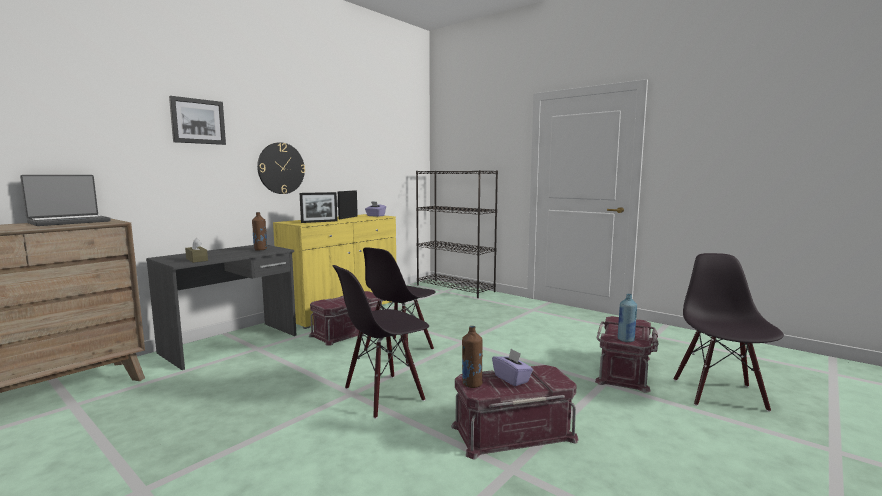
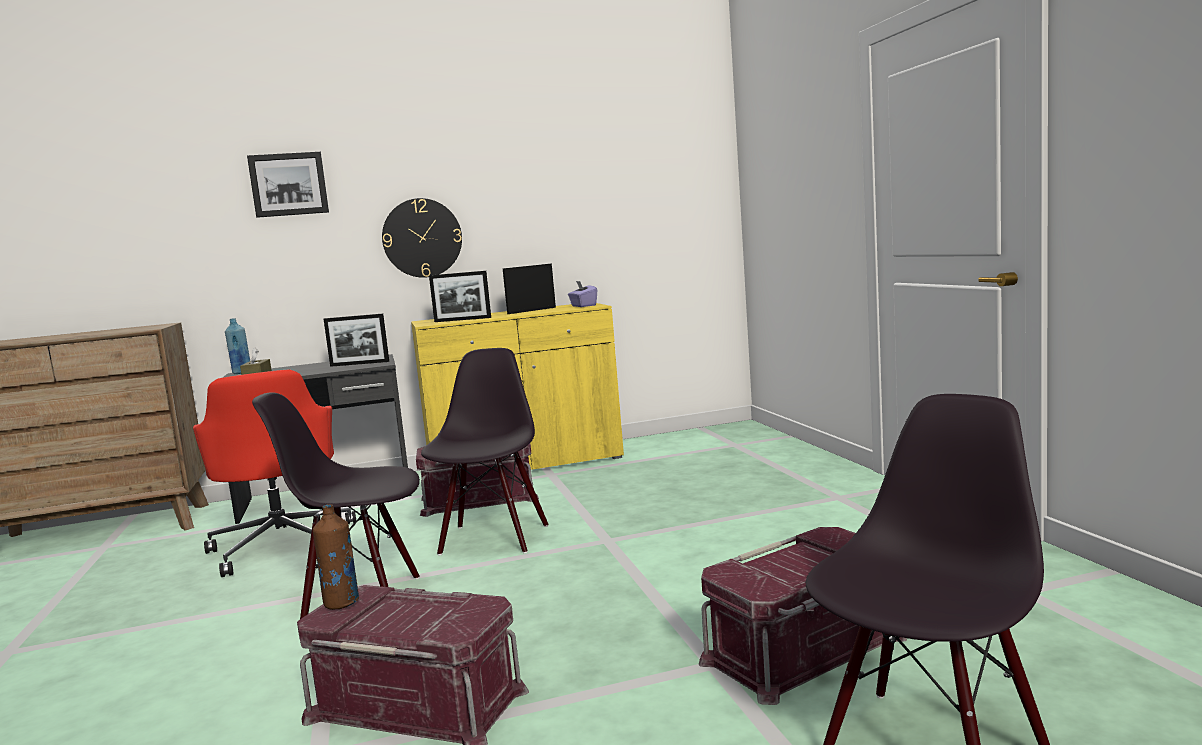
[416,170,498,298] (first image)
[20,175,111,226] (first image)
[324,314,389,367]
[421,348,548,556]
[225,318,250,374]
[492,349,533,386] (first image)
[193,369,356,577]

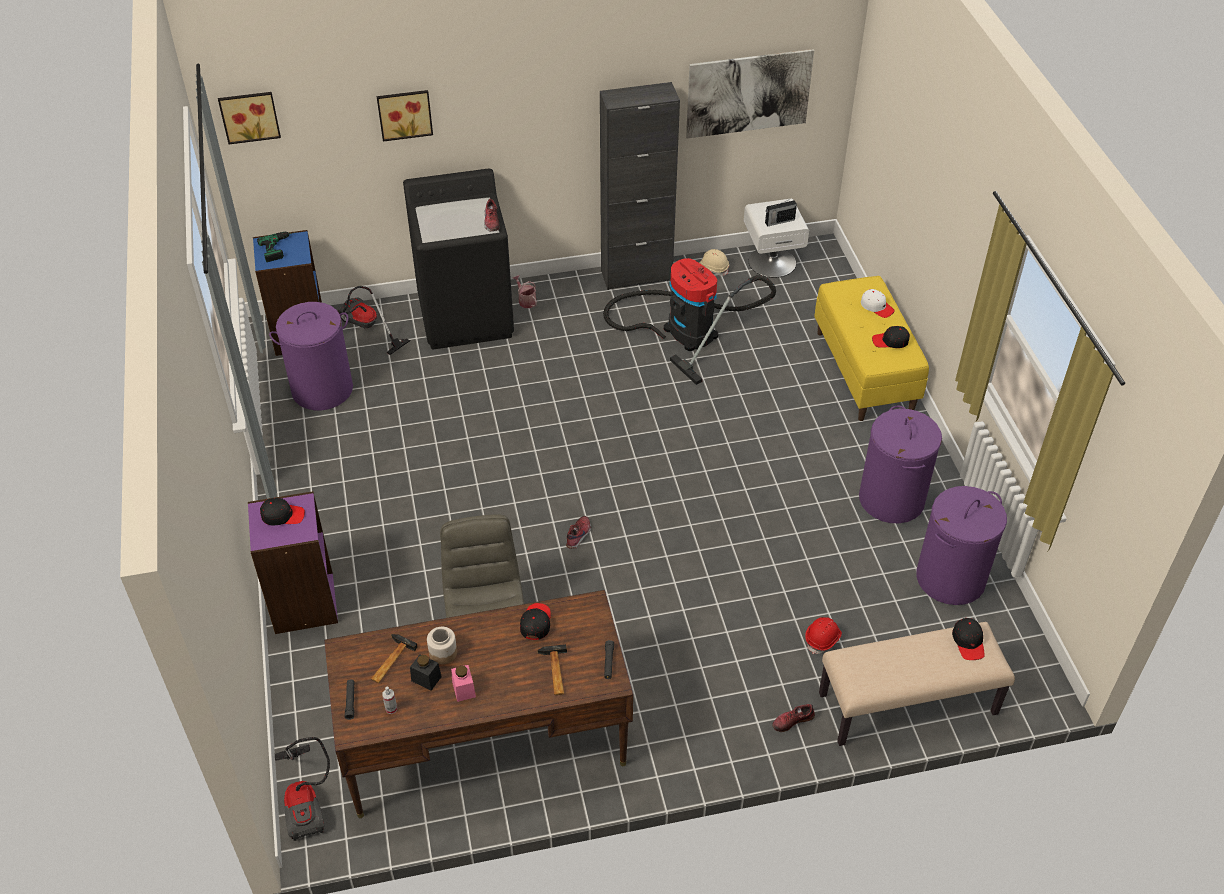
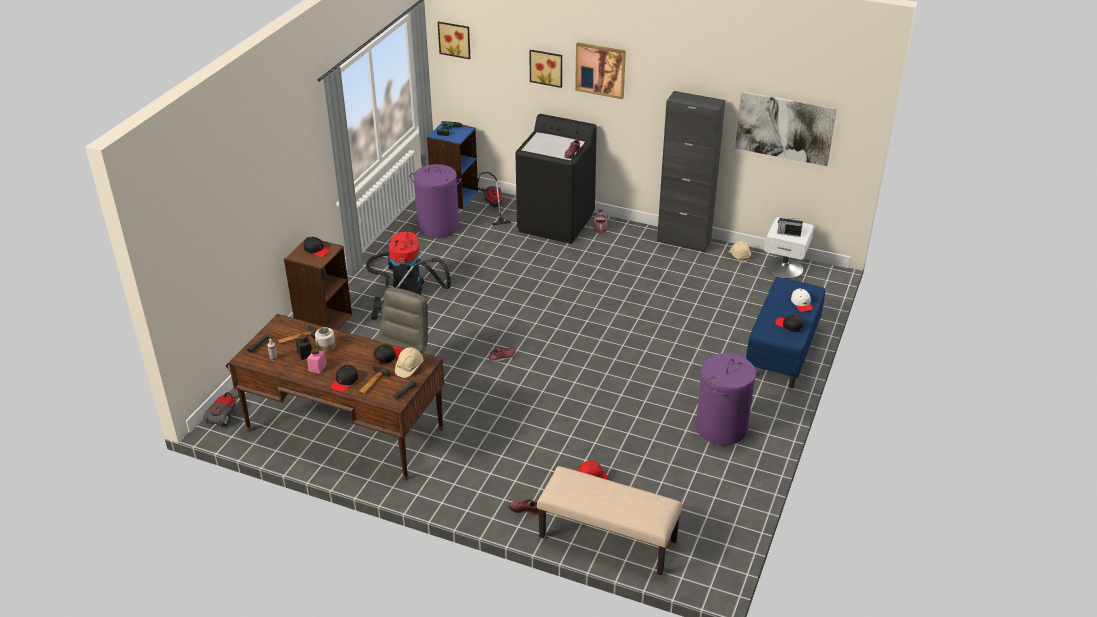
[366,232,451,319]
[746,277,825,388]
[916,486,1007,605] (first image)
[284,237,352,330]
[331,365,358,392]
[575,42,626,99]
[395,347,423,378]

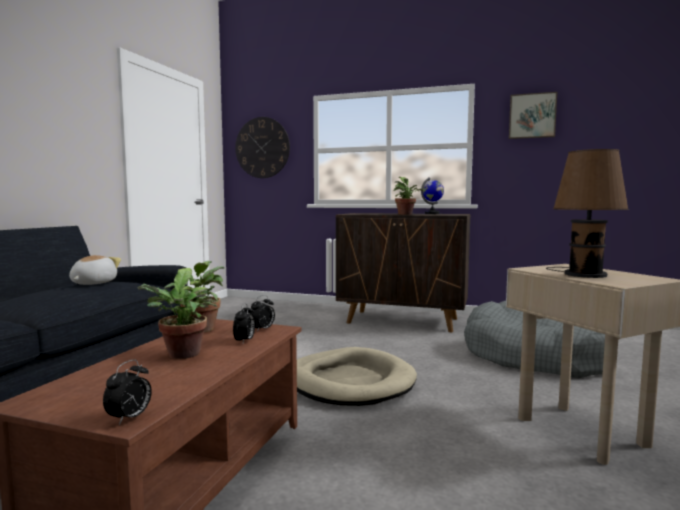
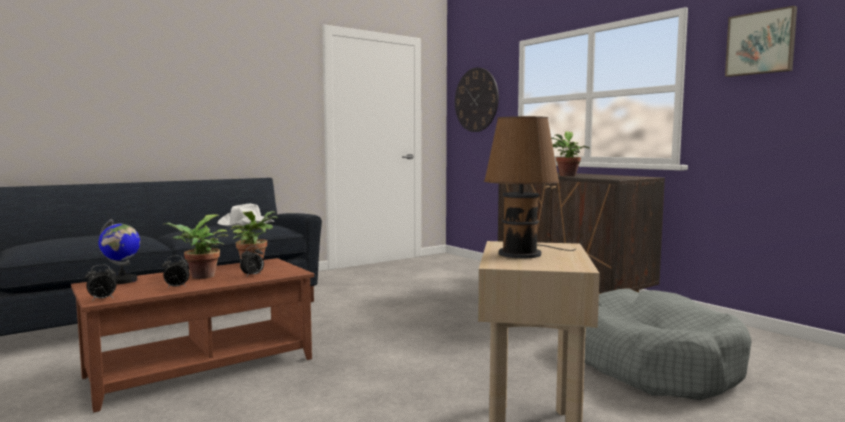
[98,219,140,284]
[217,203,274,226]
[162,255,190,289]
[297,347,417,406] (first image)

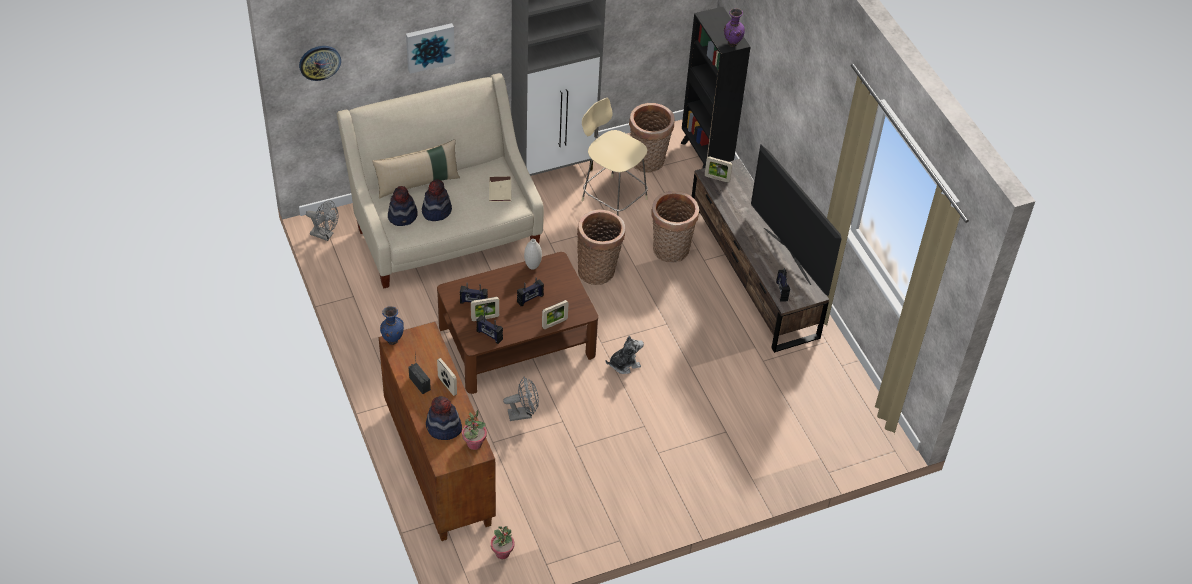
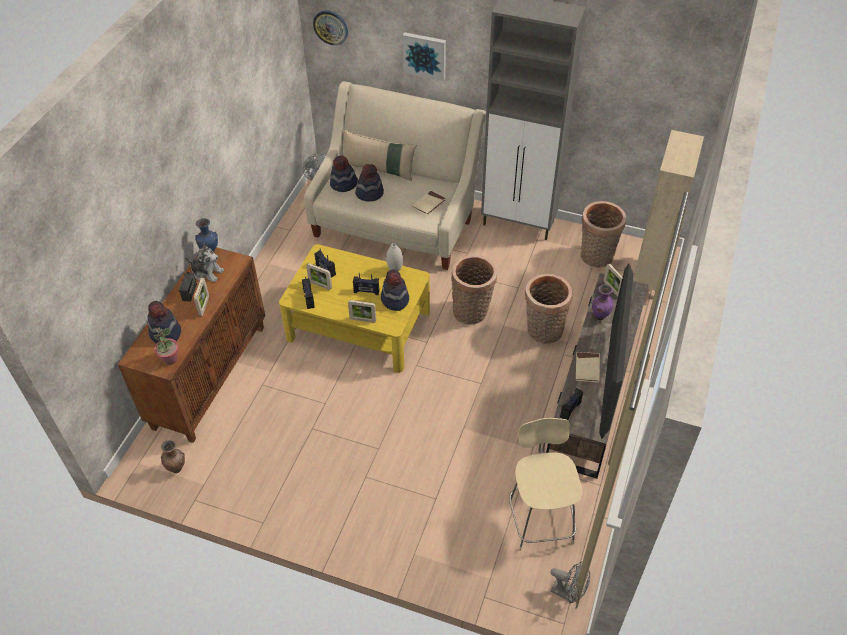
[633,130,704,290]
[592,285,613,320]
[509,418,582,551]
[279,244,430,373]
[185,243,224,282]
[550,561,590,603]
[161,440,185,473]
[381,269,409,311]
[576,352,600,383]

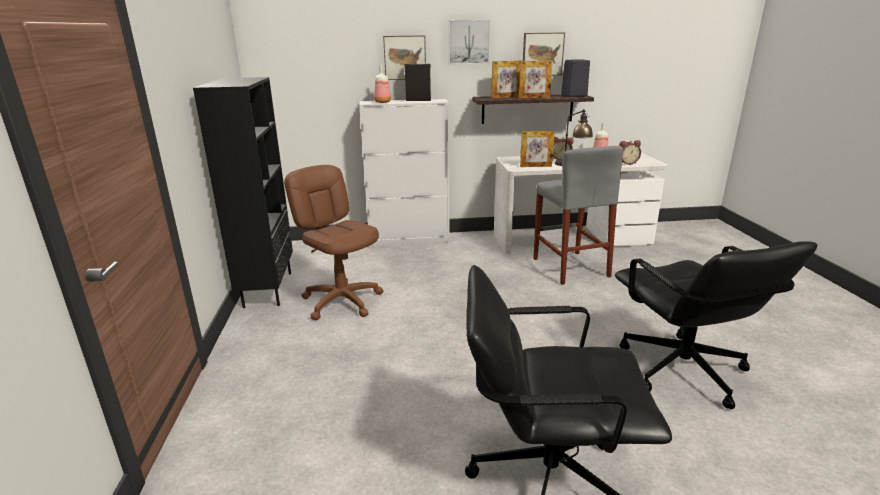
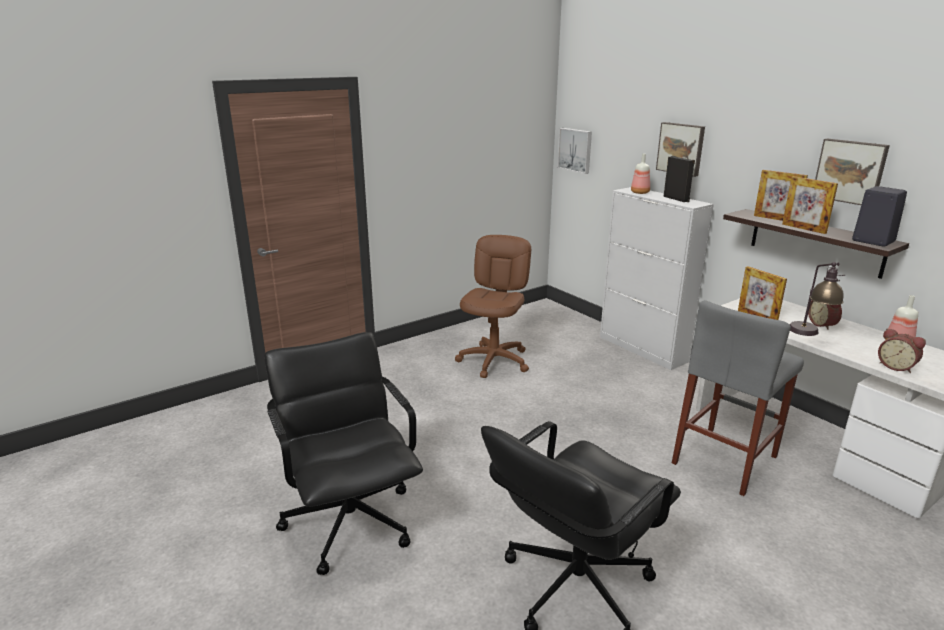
[557,128,592,174]
[193,77,293,308] (first image)

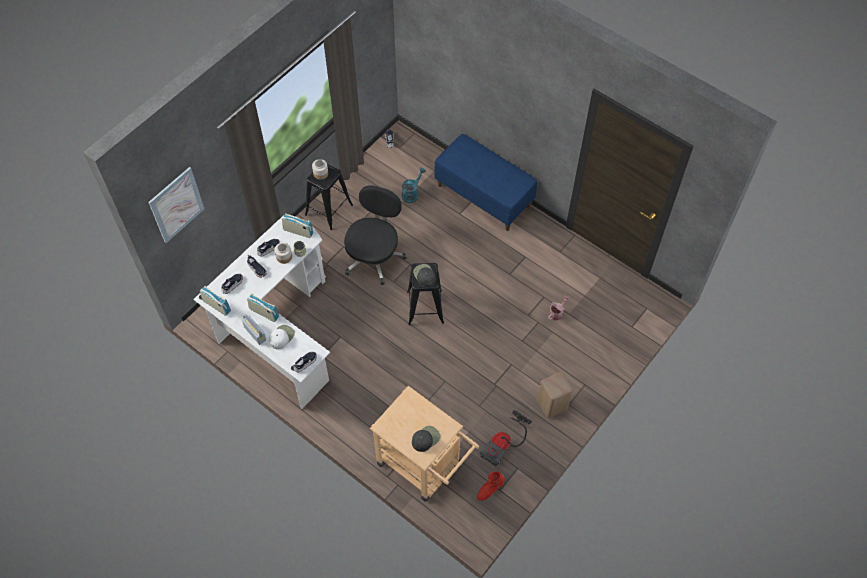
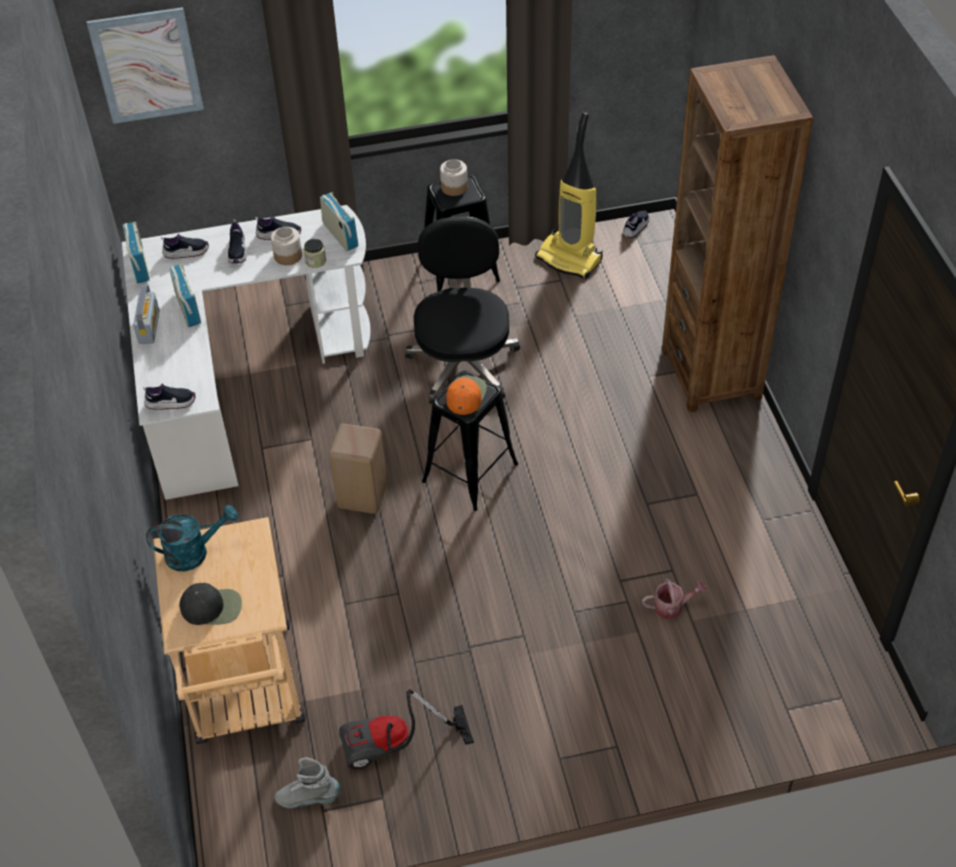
[662,55,813,413]
[146,505,238,571]
[405,217,520,404]
[446,376,487,415]
[269,325,295,349] (first image)
[329,424,387,514]
[274,758,340,808]
[535,112,603,279]

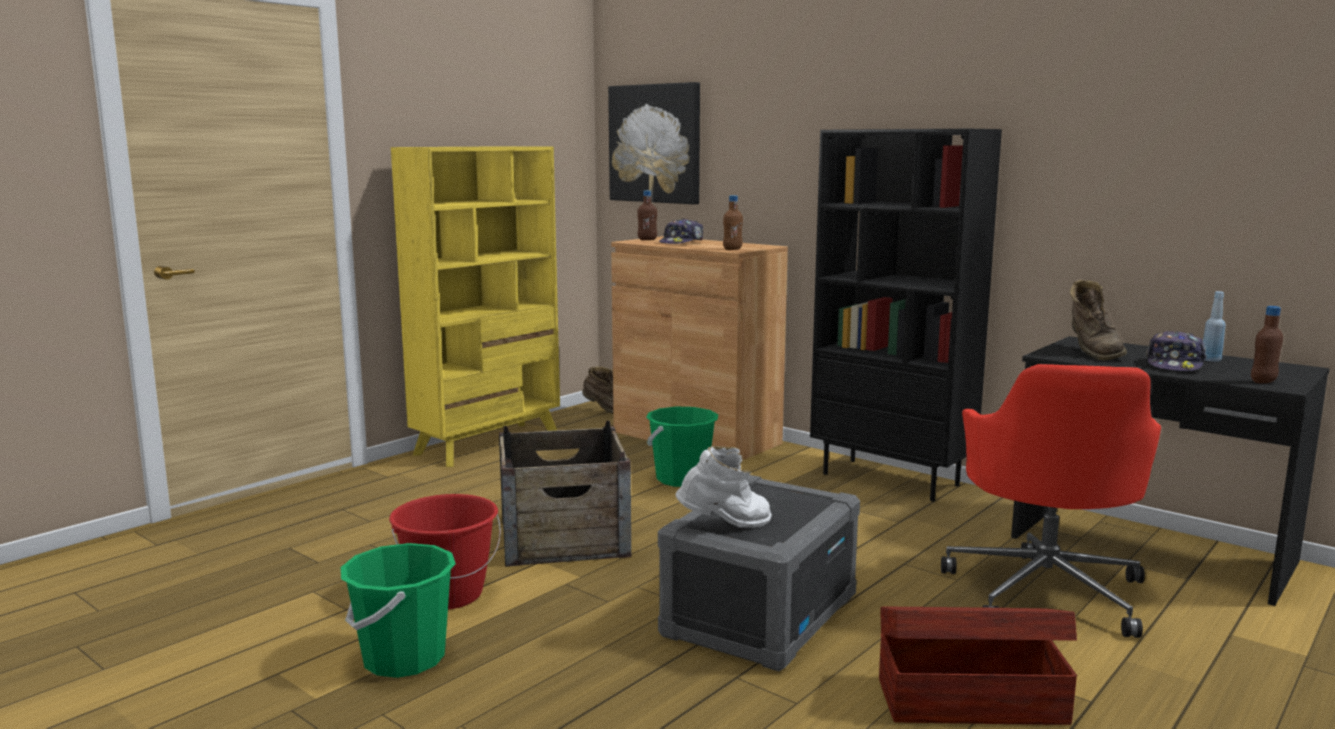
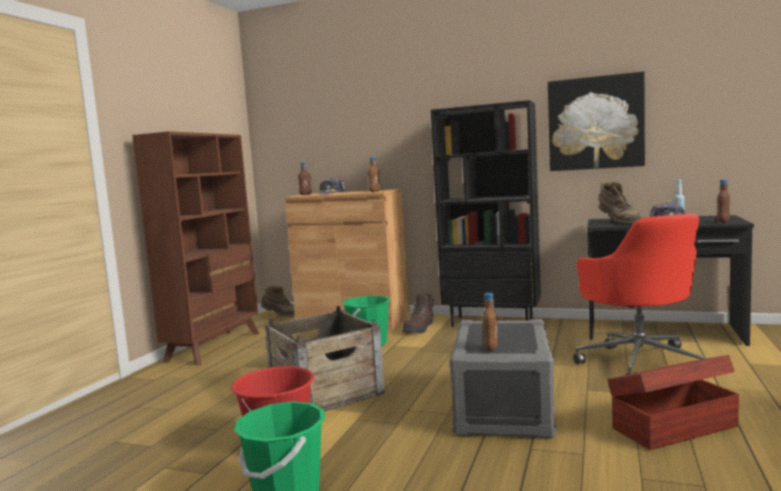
[548,71,645,171]
[132,131,259,366]
[482,293,498,352]
[402,294,434,333]

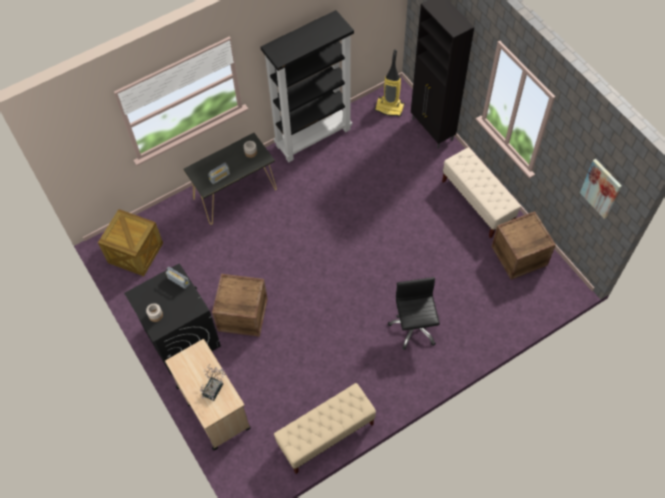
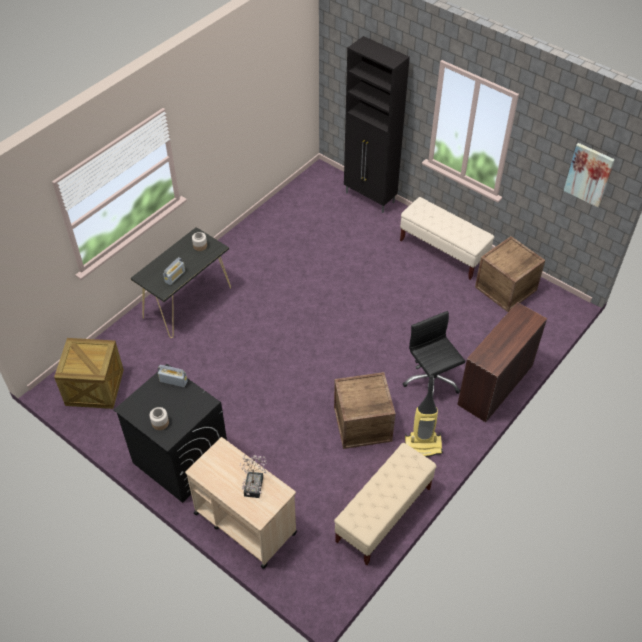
[261,10,354,162] (first image)
[405,375,443,457]
[334,372,395,449]
[457,302,547,422]

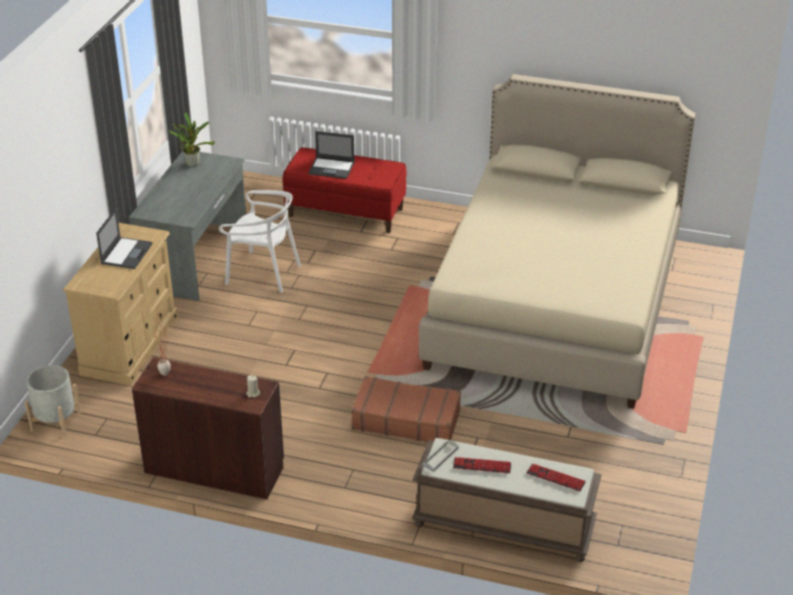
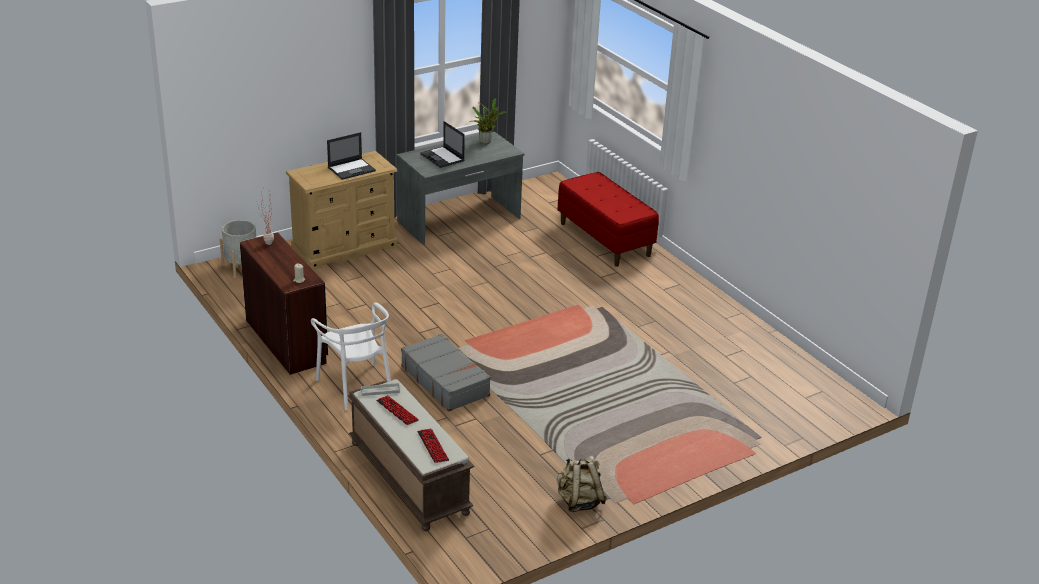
[419,74,696,409] (first image)
[420,121,465,168]
[311,303,391,411]
[401,334,491,411]
[557,455,607,512]

